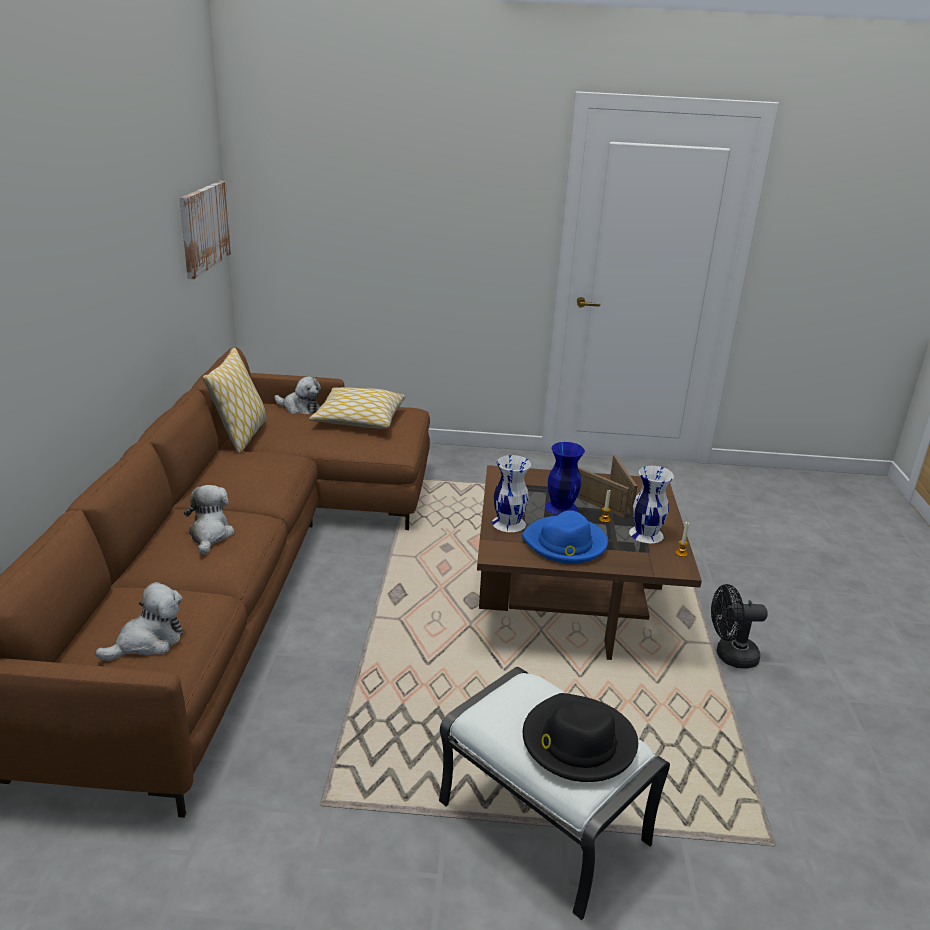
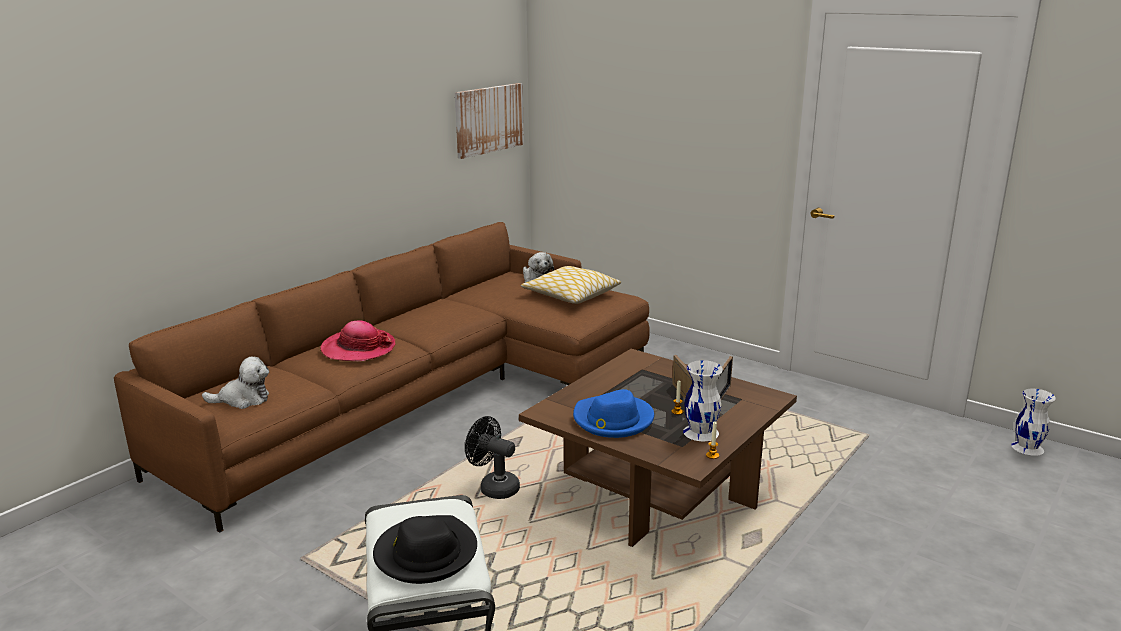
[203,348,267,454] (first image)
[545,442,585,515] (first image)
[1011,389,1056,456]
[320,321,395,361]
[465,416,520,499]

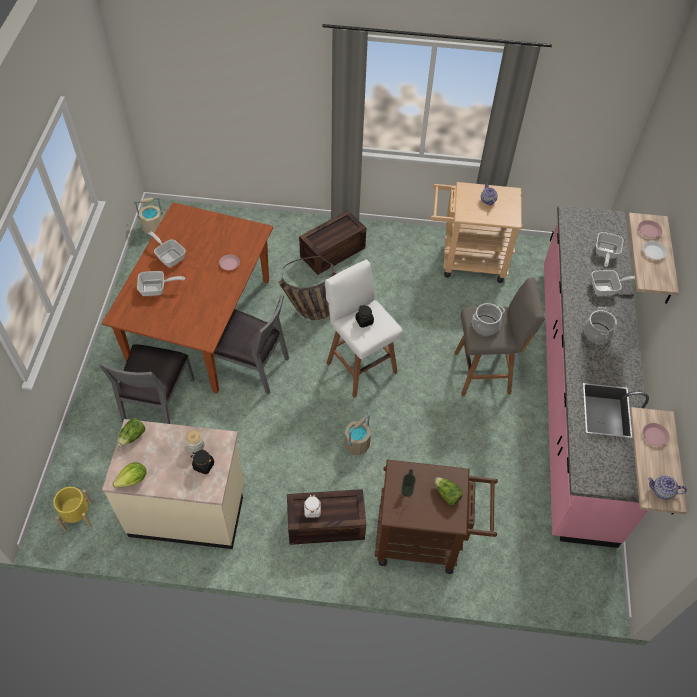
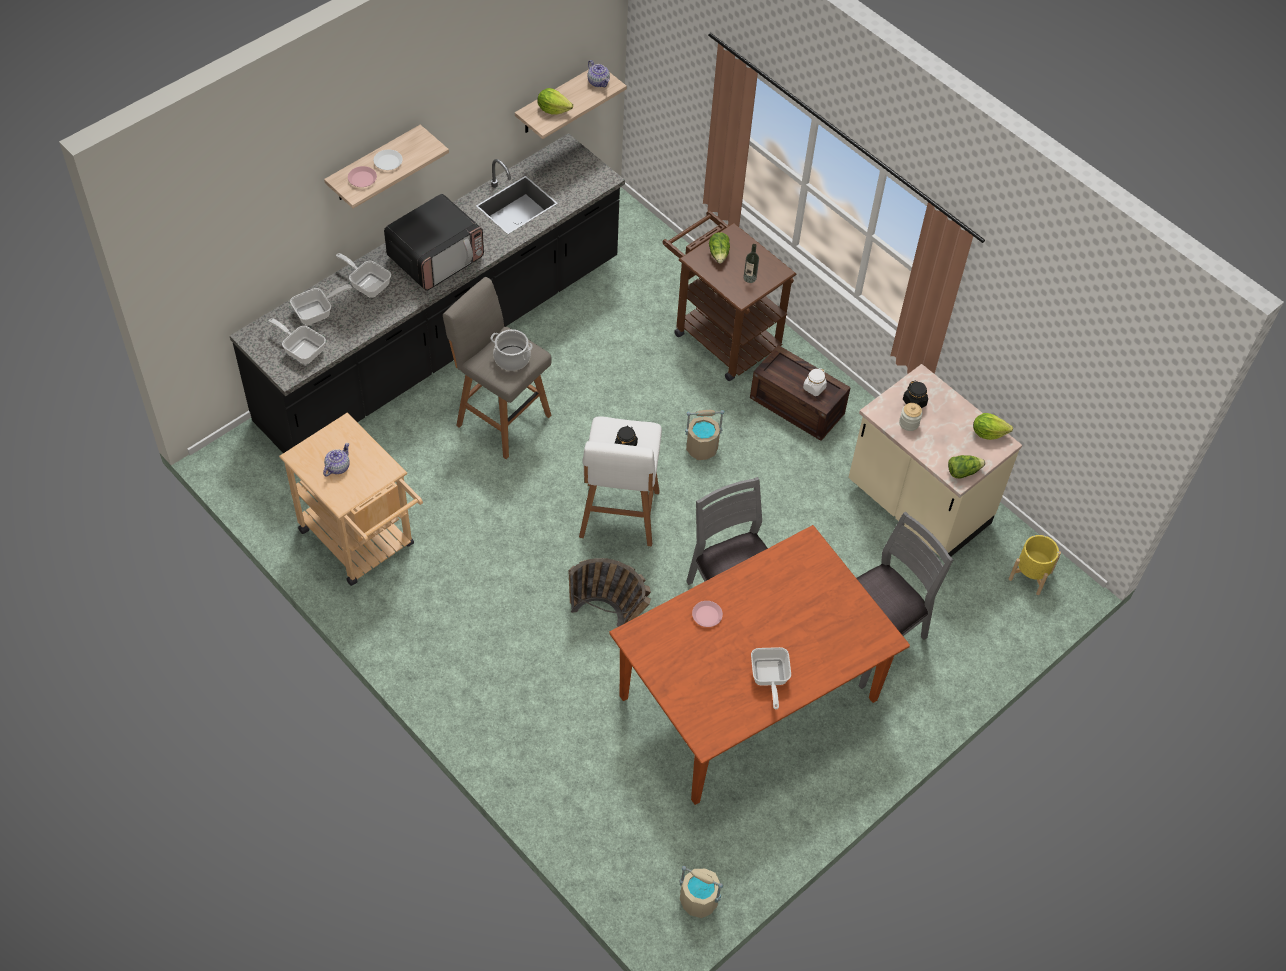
[230,133,625,453]
[299,210,366,275] (first image)
[269,318,326,364]
[384,194,484,291]
[537,88,573,115]

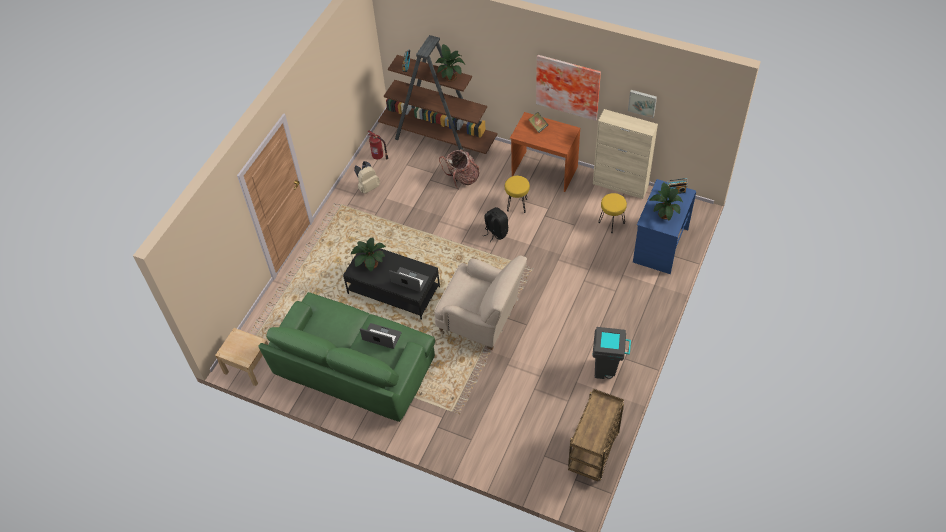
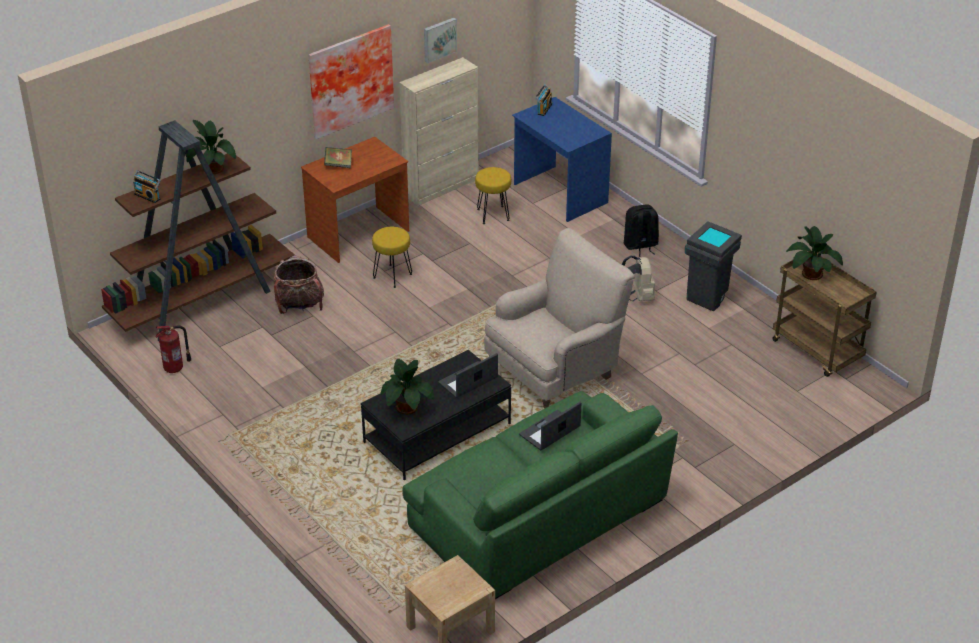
[622,256,655,301]
[786,226,843,280]
[624,204,659,257]

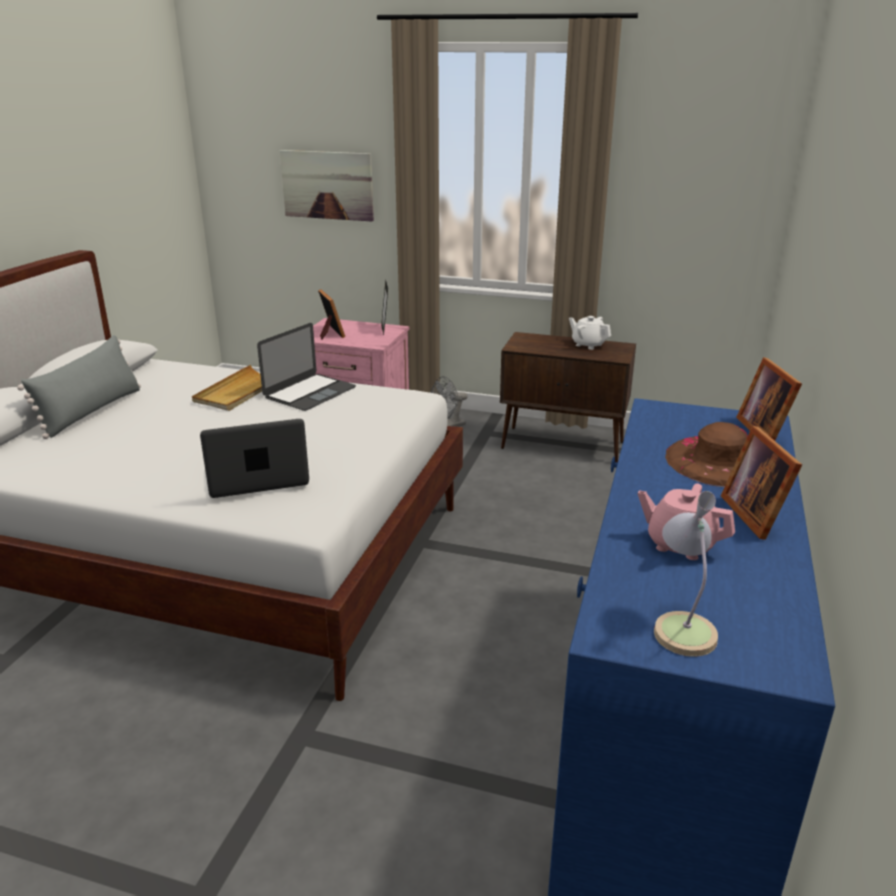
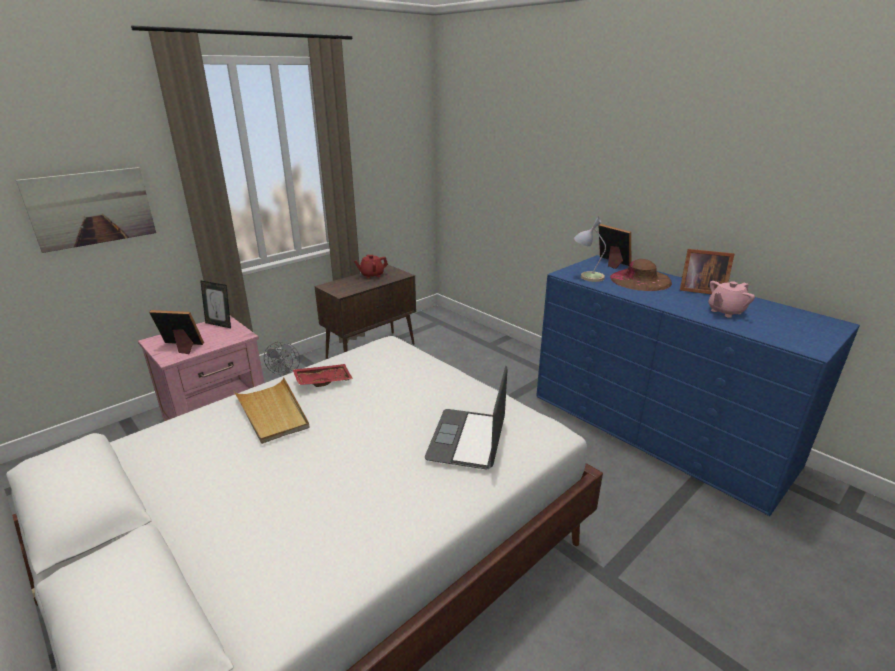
[354,254,388,279]
[292,364,353,387]
[17,335,141,439] (first image)
[599,224,631,269]
[574,217,606,282]

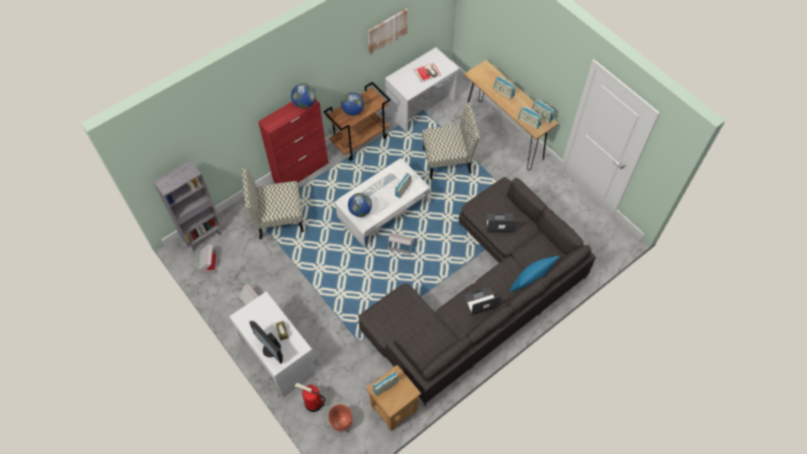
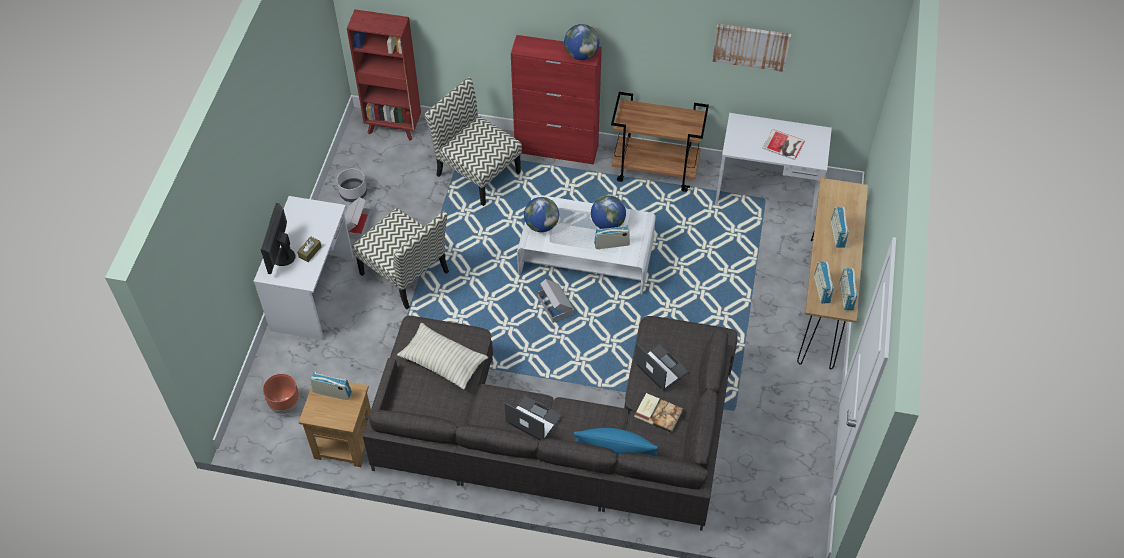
[591,195,626,229]
[352,208,449,310]
[347,9,421,141]
[199,244,218,274] (first image)
[294,383,325,412] (first image)
[337,168,367,202]
[397,323,488,390]
[634,393,683,433]

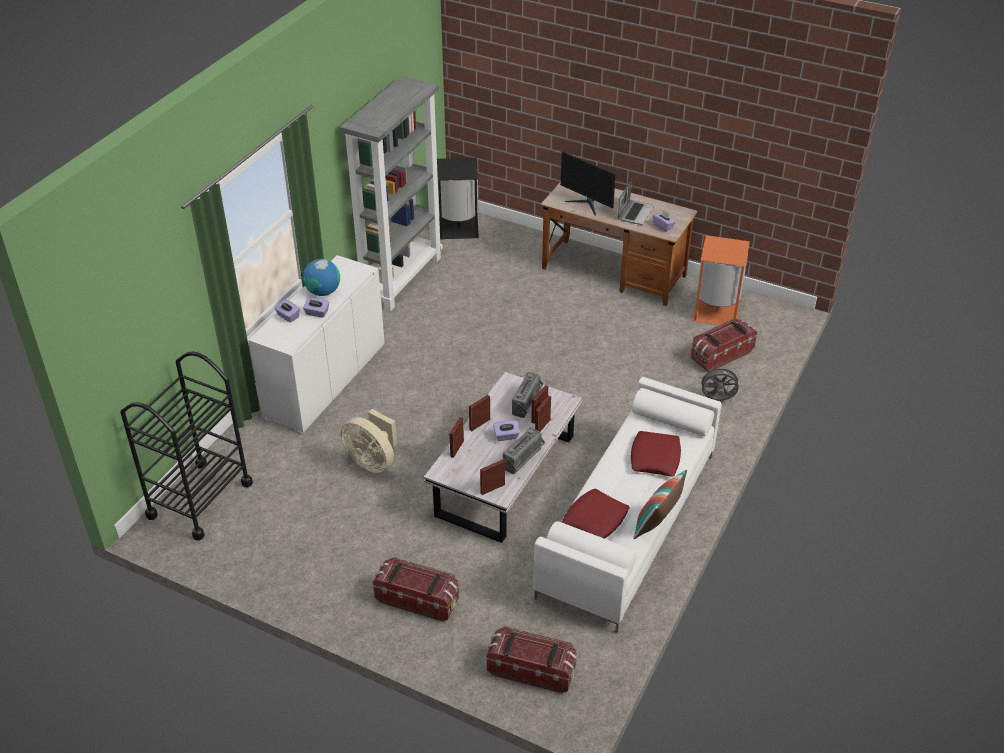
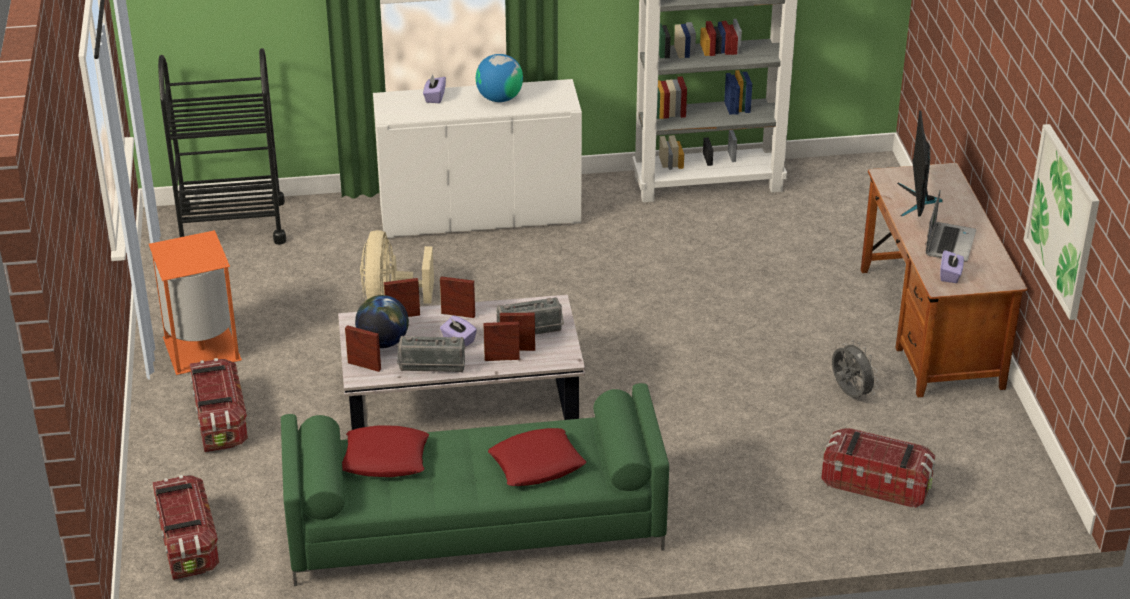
[437,158,479,239] (first image)
[926,190,976,262]
[149,230,242,375]
[303,297,329,318] (first image)
[832,340,879,398]
[281,383,669,586]
[633,470,687,539] (first image)
[1024,124,1099,320]
[355,295,409,348]

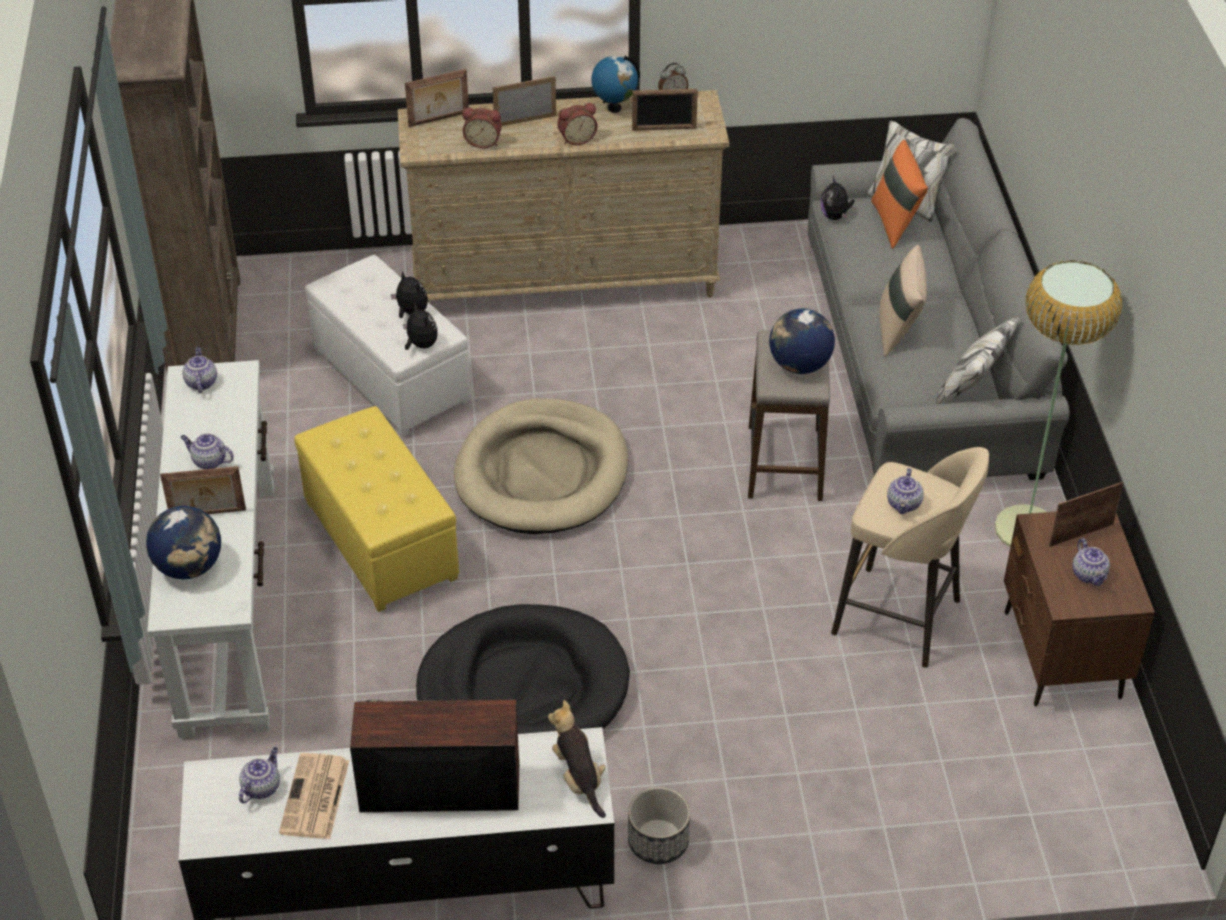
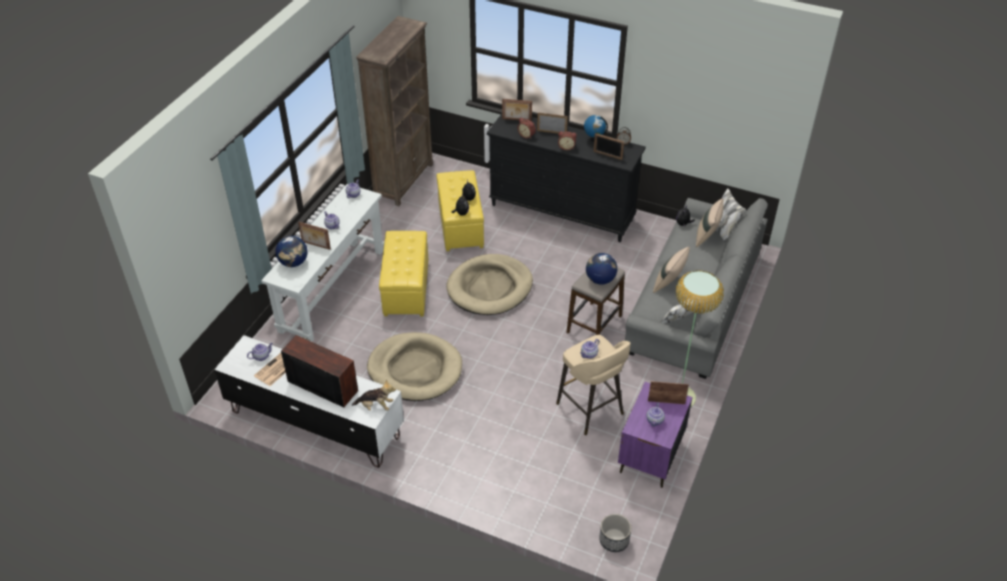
[487,114,646,242]
[696,198,724,247]
[436,170,484,251]
[618,382,693,488]
[367,332,462,401]
[352,379,396,411]
[599,514,631,552]

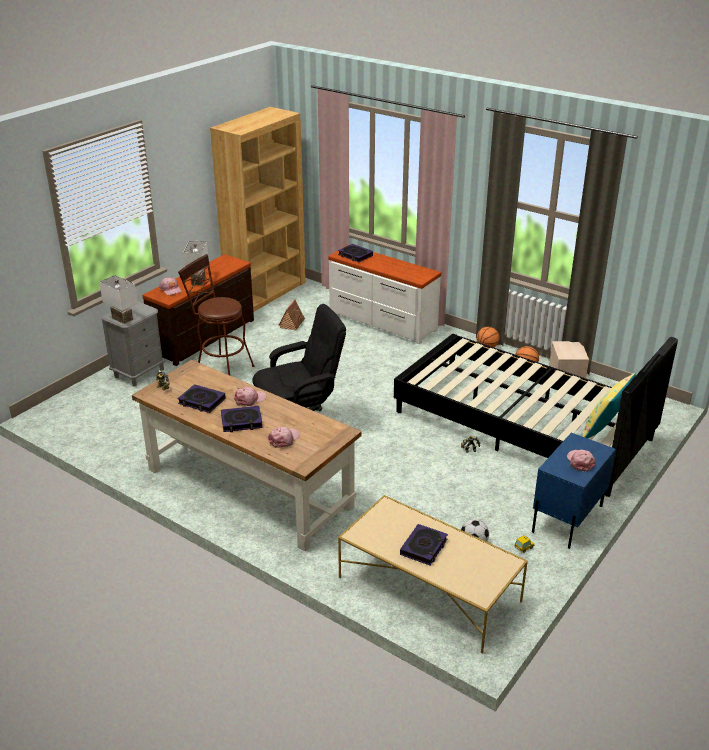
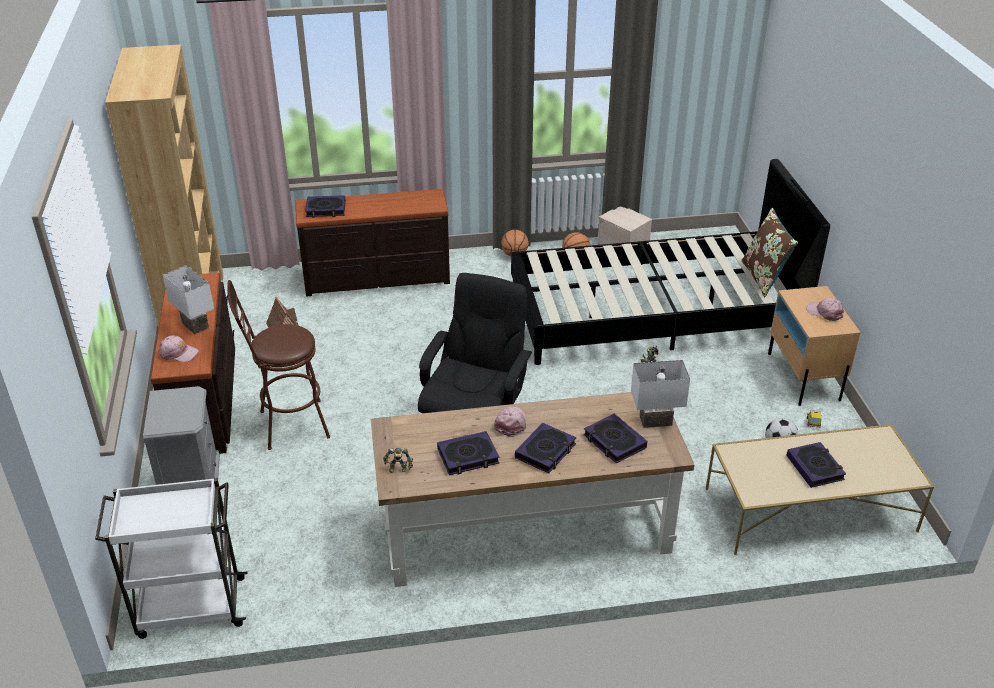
[296,189,450,297]
[631,360,690,428]
[741,208,798,297]
[583,414,647,464]
[768,286,861,406]
[95,478,248,639]

